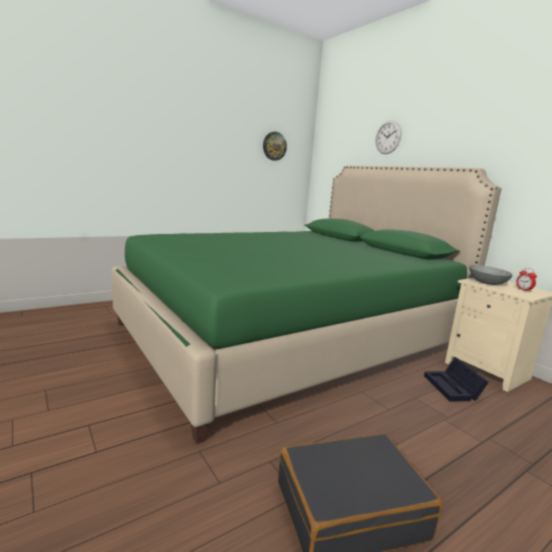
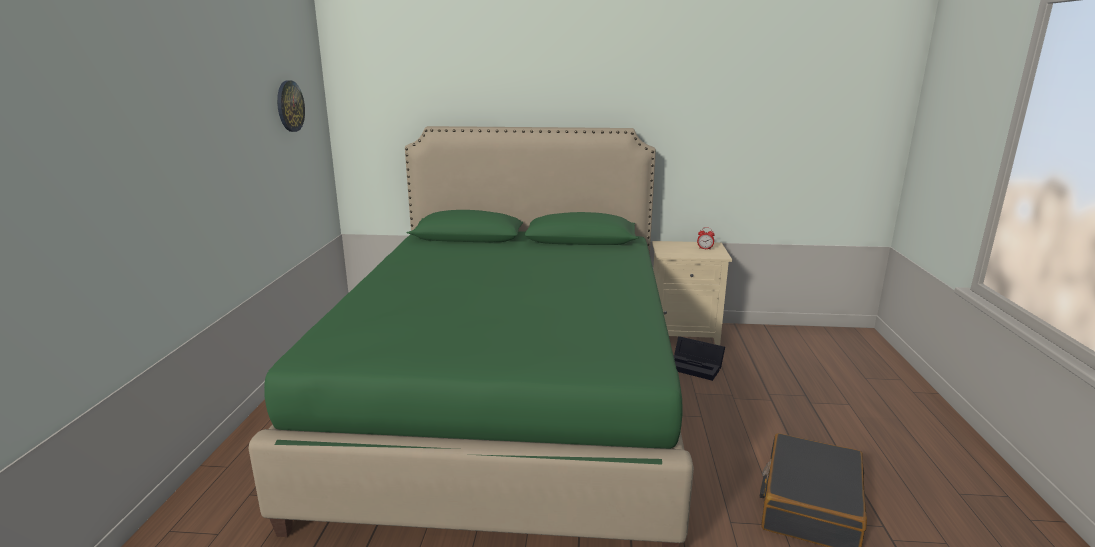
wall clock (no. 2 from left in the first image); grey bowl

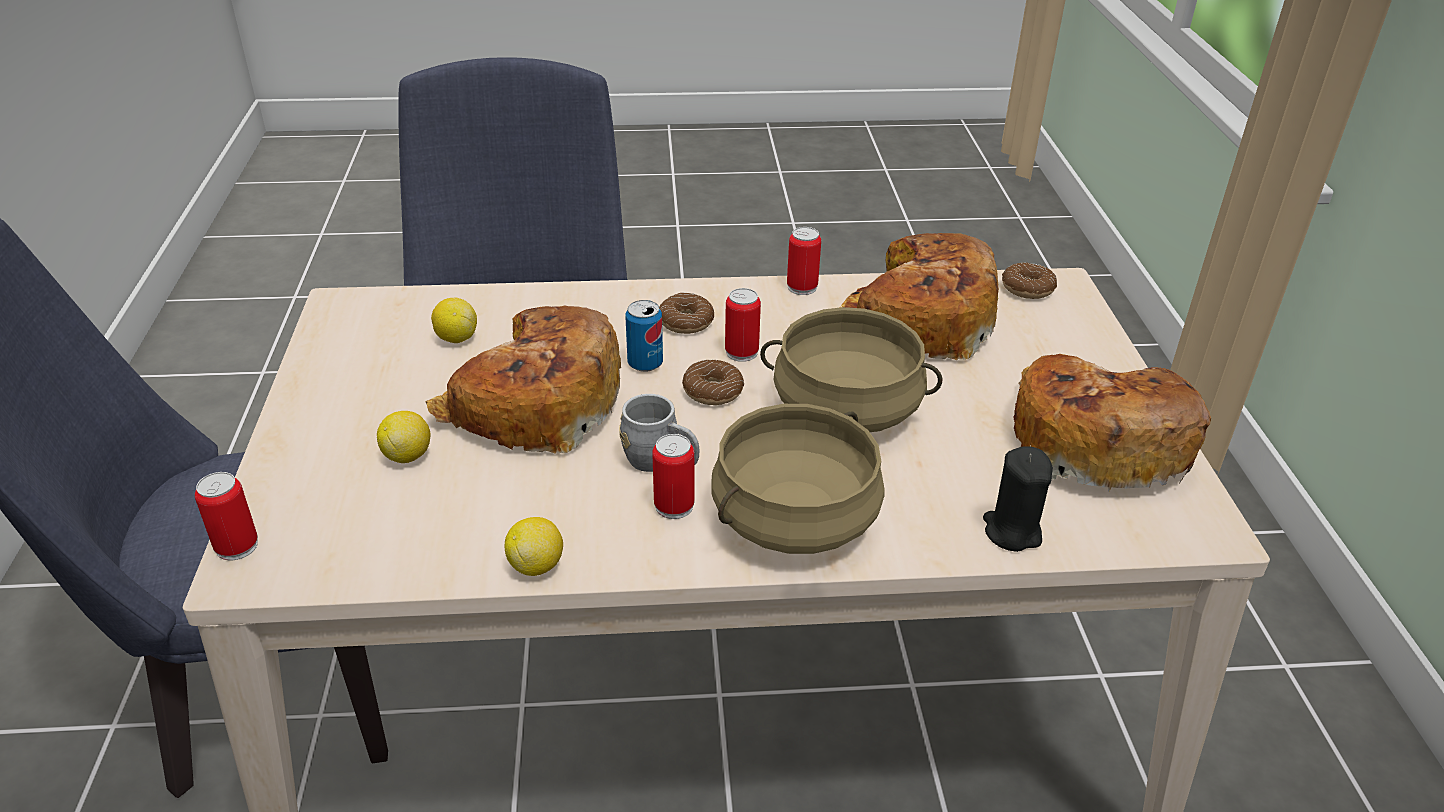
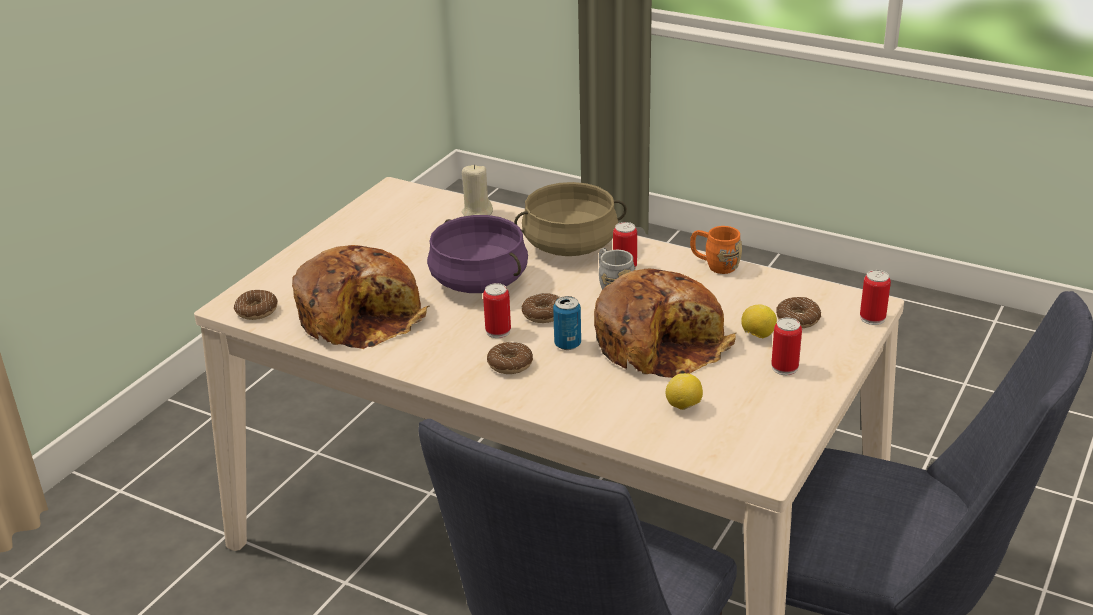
purplish stockpot; sand-coloured wax light; orange-coloured mug; can (no. 4 from left); doughnut (no. 4 from left); bakery bread (no. 3 from left in the first image)

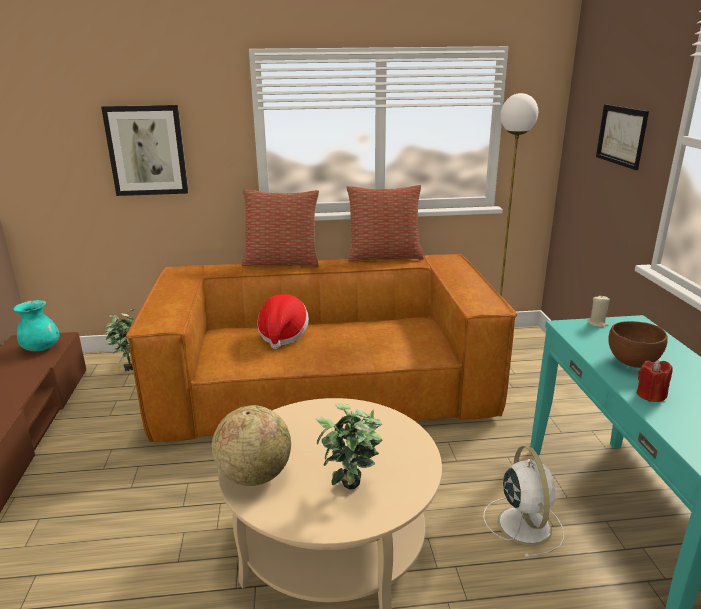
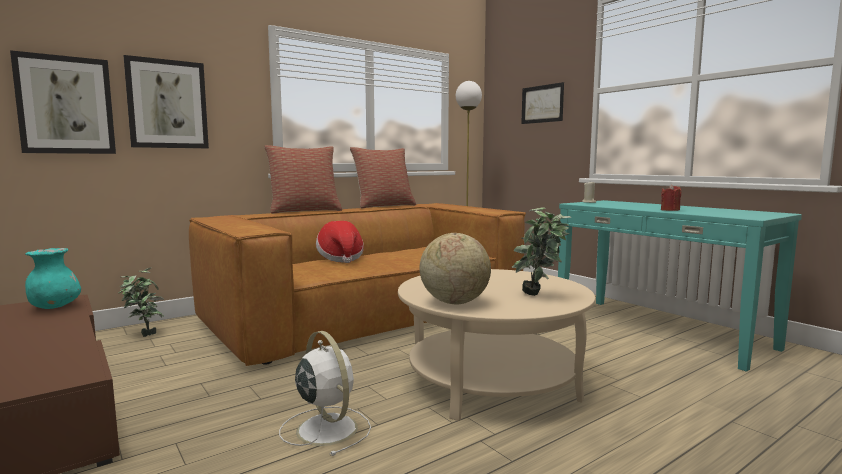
picture (no. 1 from left); whitish fan; brown-coloured bowl

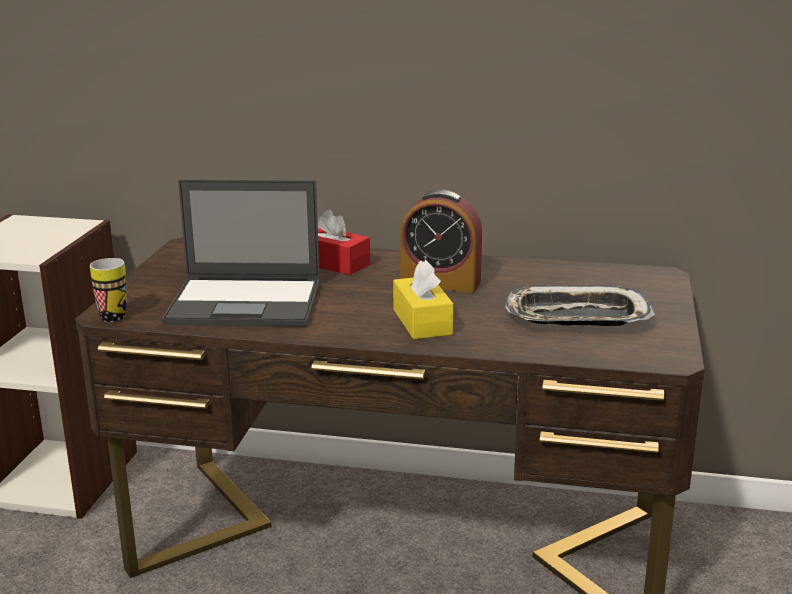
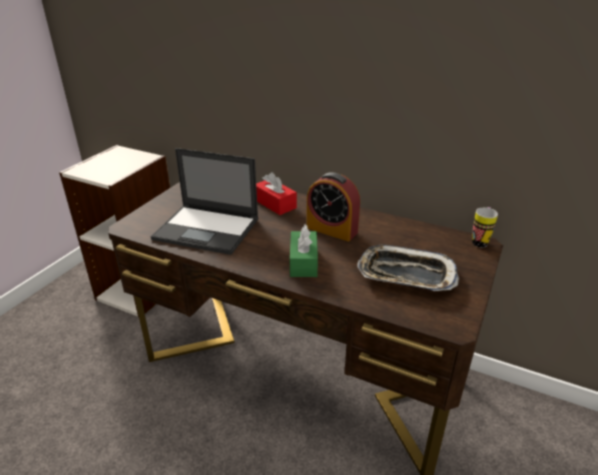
green-coloured box of tissues; mug

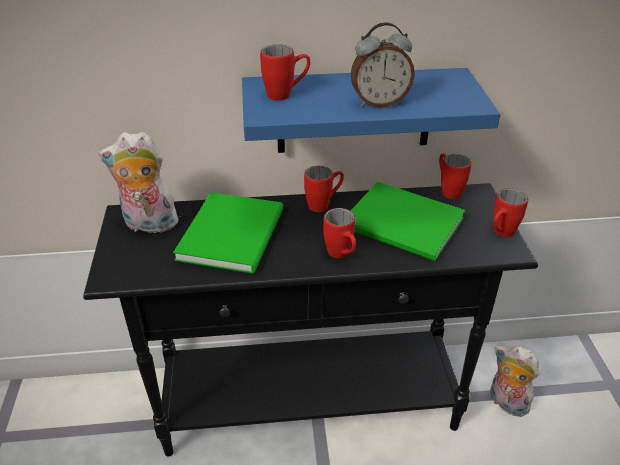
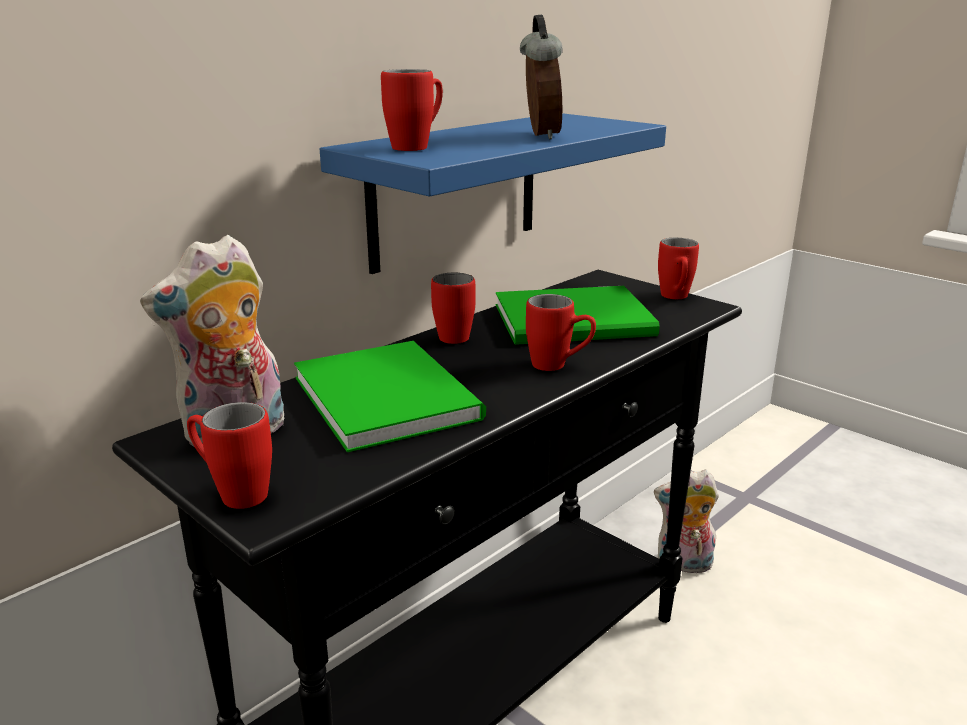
reddish mug (no. 1 from left); alarm clock

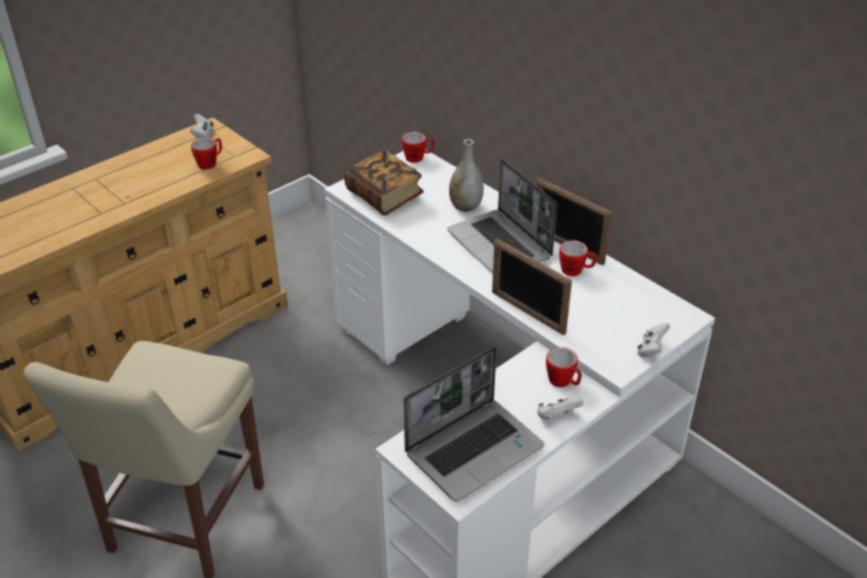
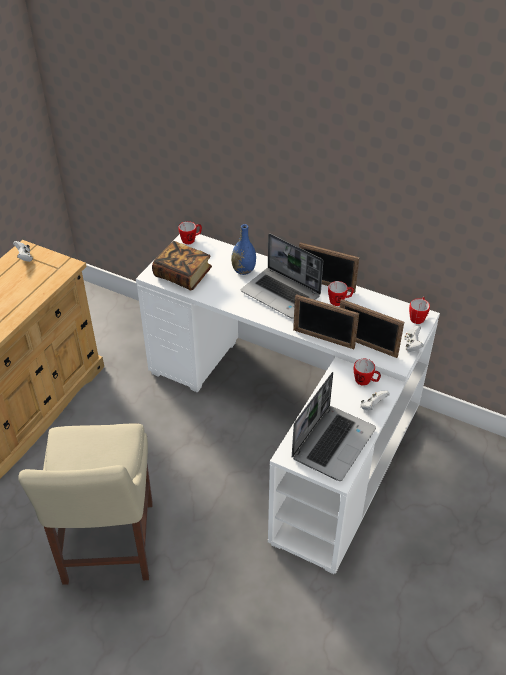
bluish decorative vase; standing frame (no. 3 from left); mug (no. 4 from left)

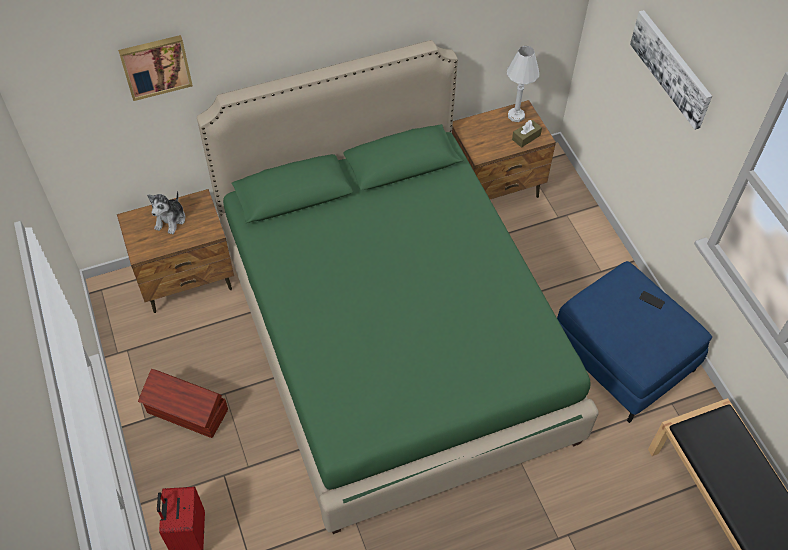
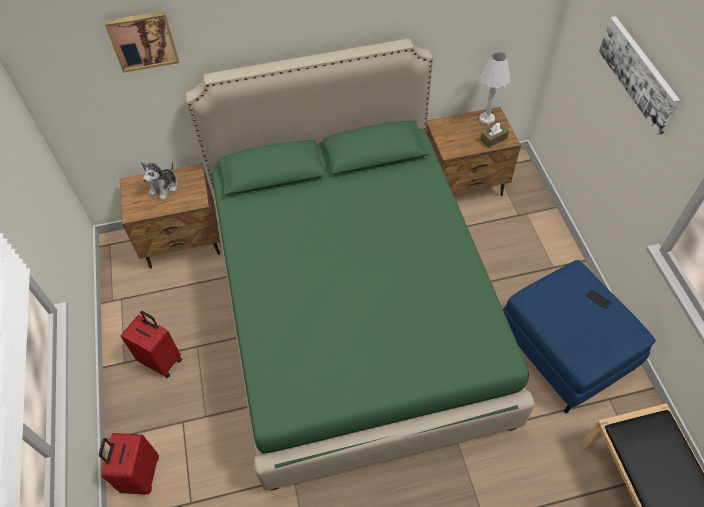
reddish travel case (no. 2 from left)

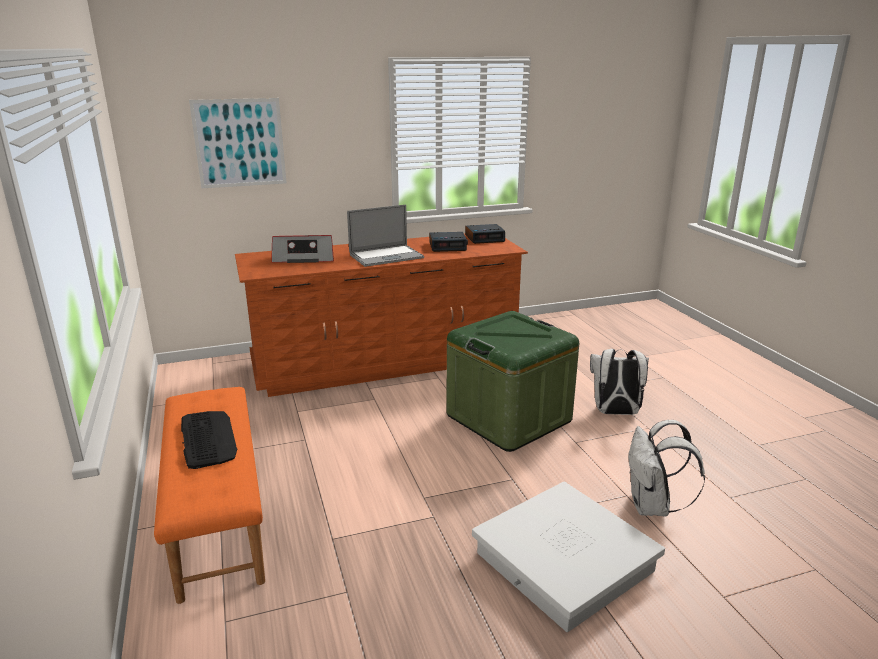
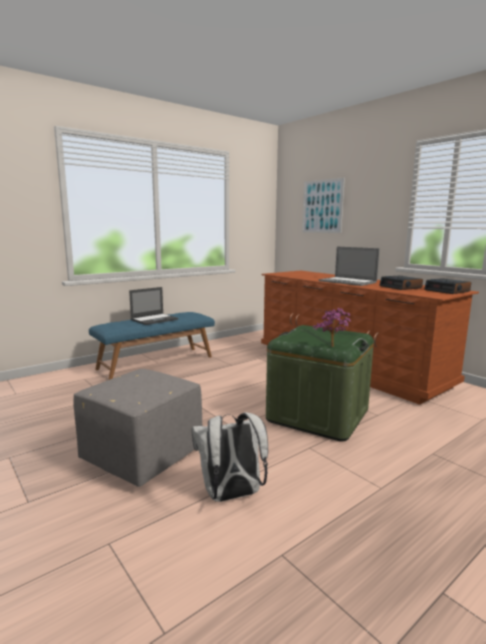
grey pouffe; bluish long seat; portable computer (no. 1 from left); plant in a pot; radio set; whitish rucksack (no. 1 from left in the first image)

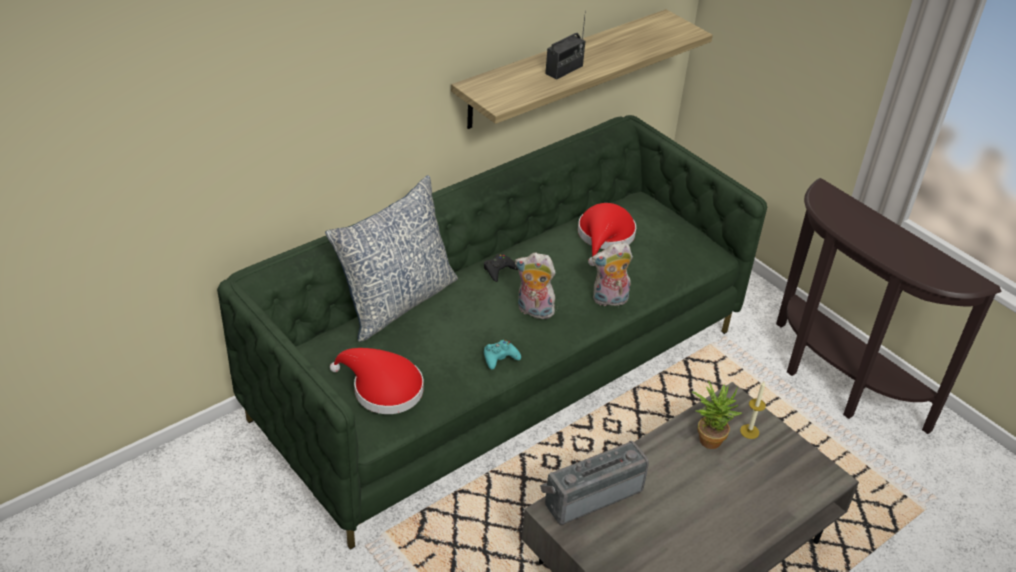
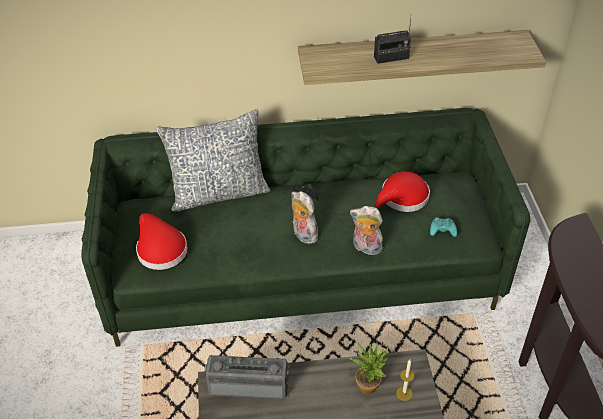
turquoise joypad

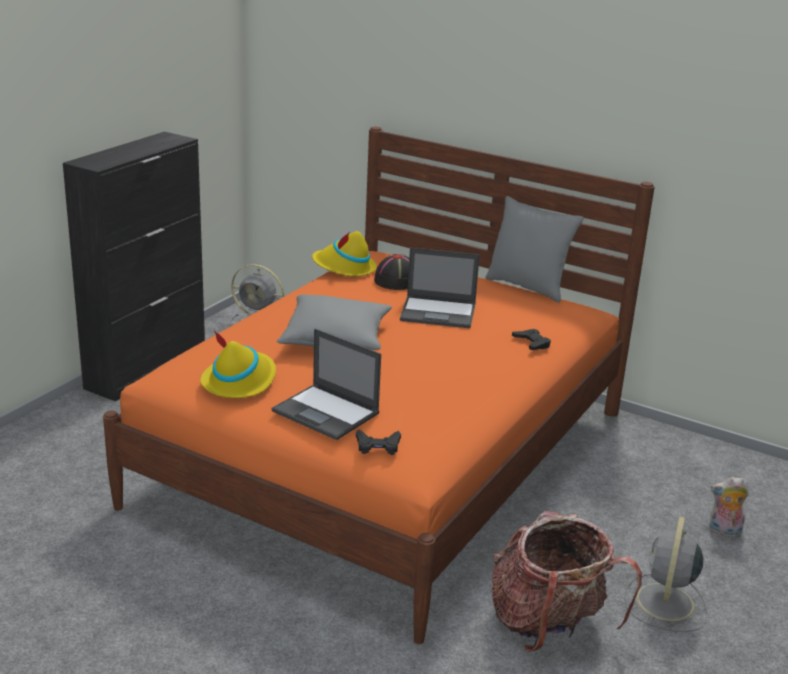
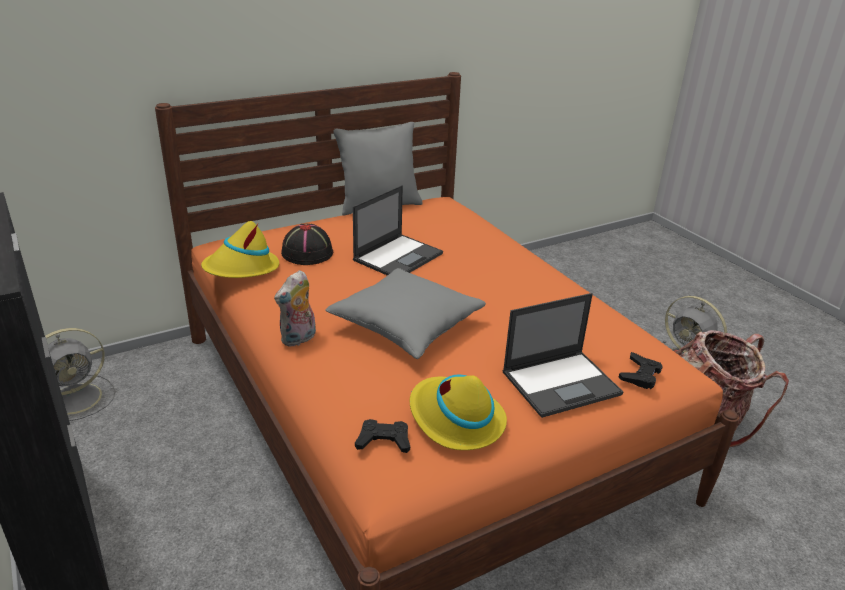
soft toy; blackish joypad (no. 1 from left)

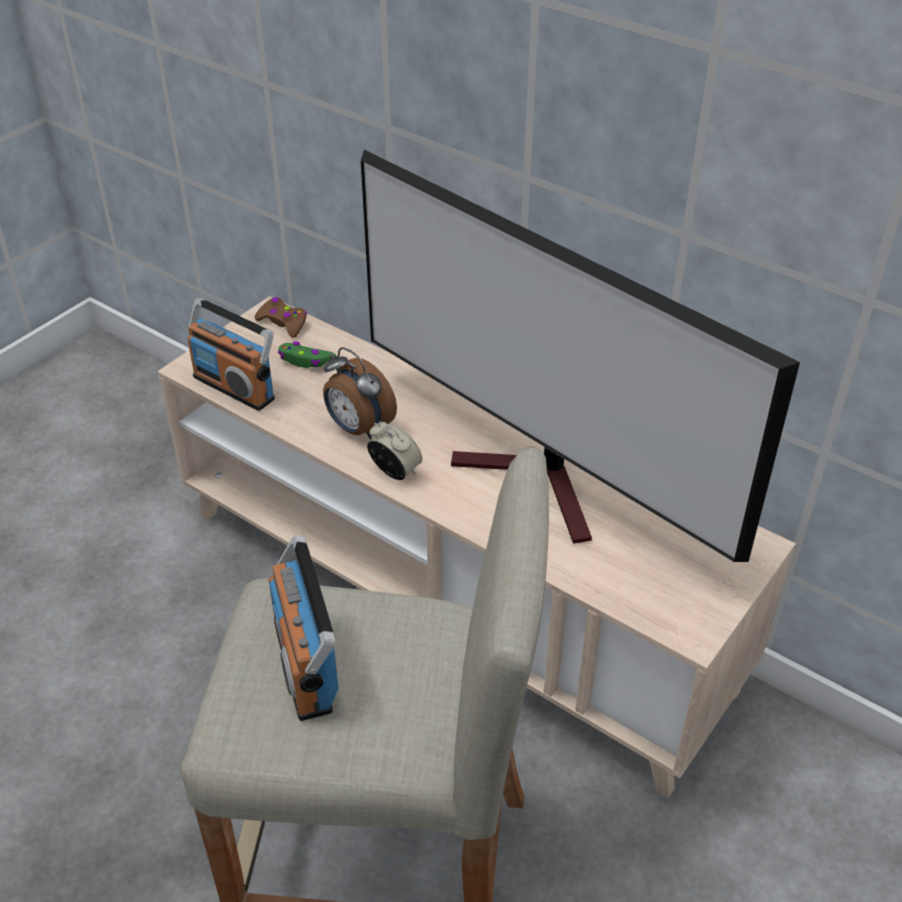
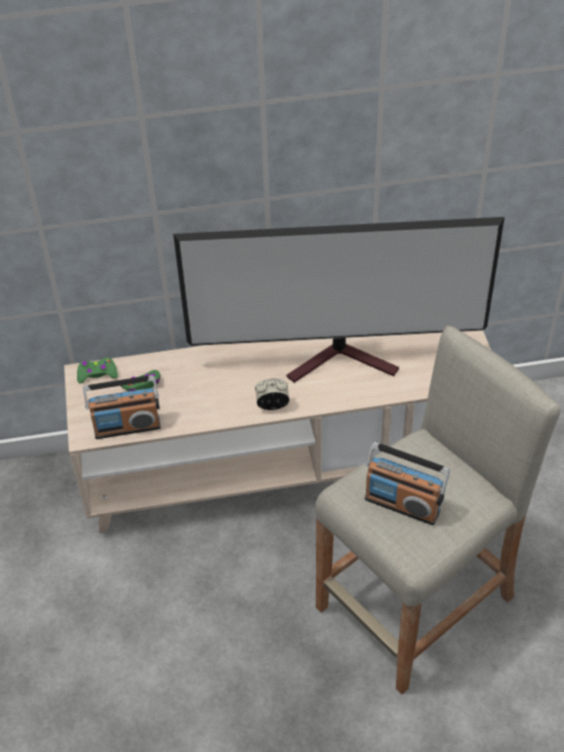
green-coloured joypad (no. 1 from left); alarm clock (no. 1 from left in the first image)

